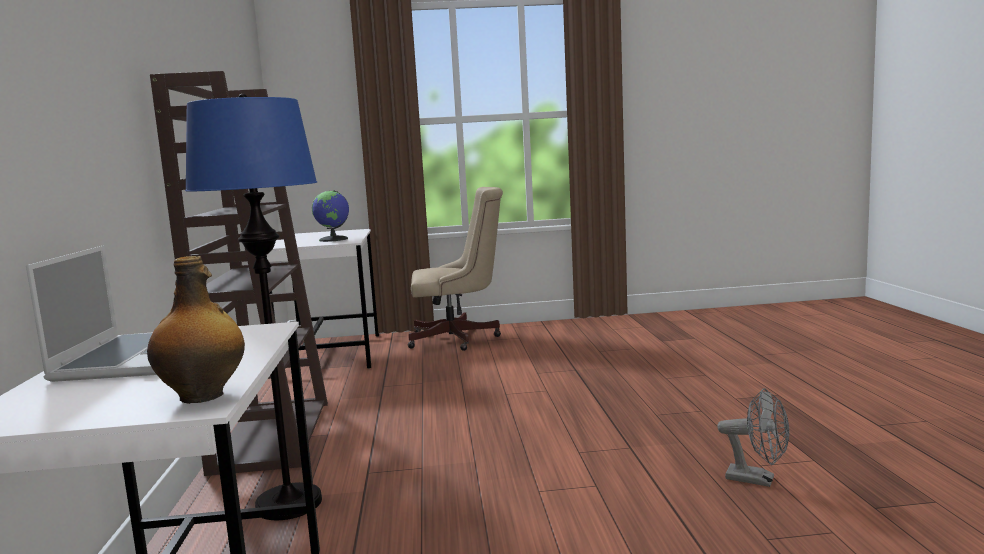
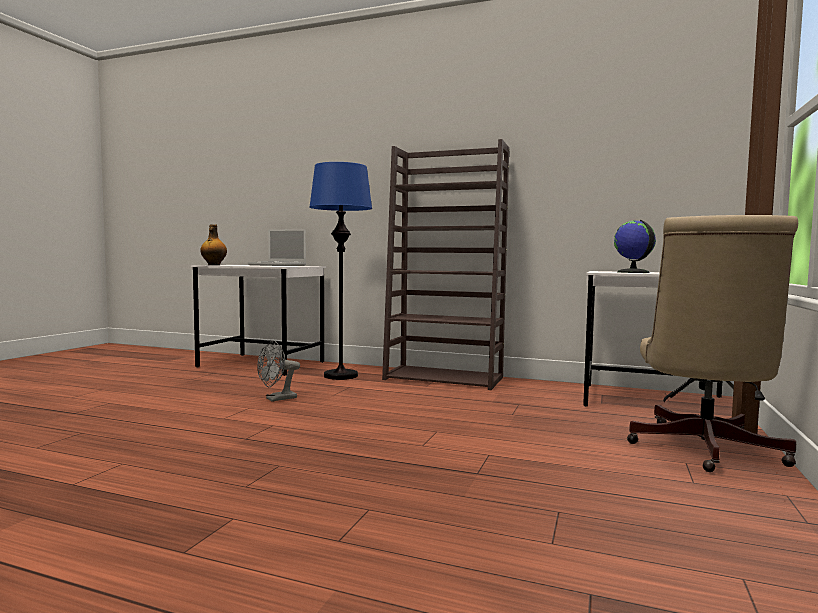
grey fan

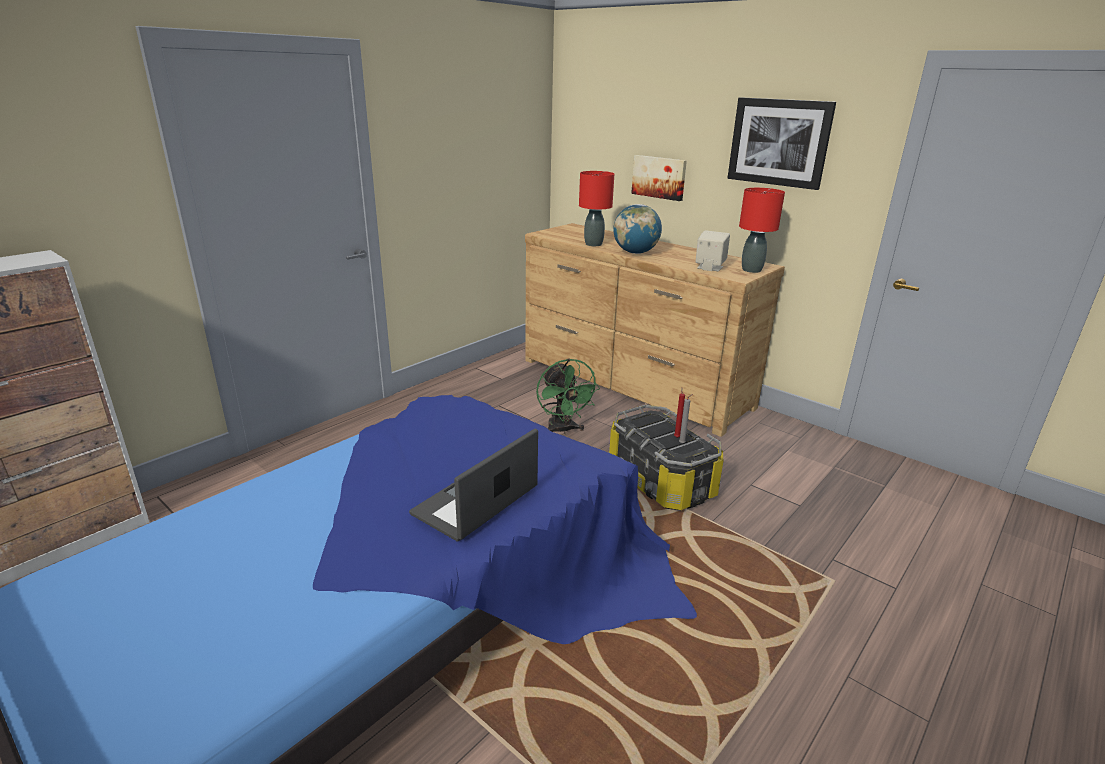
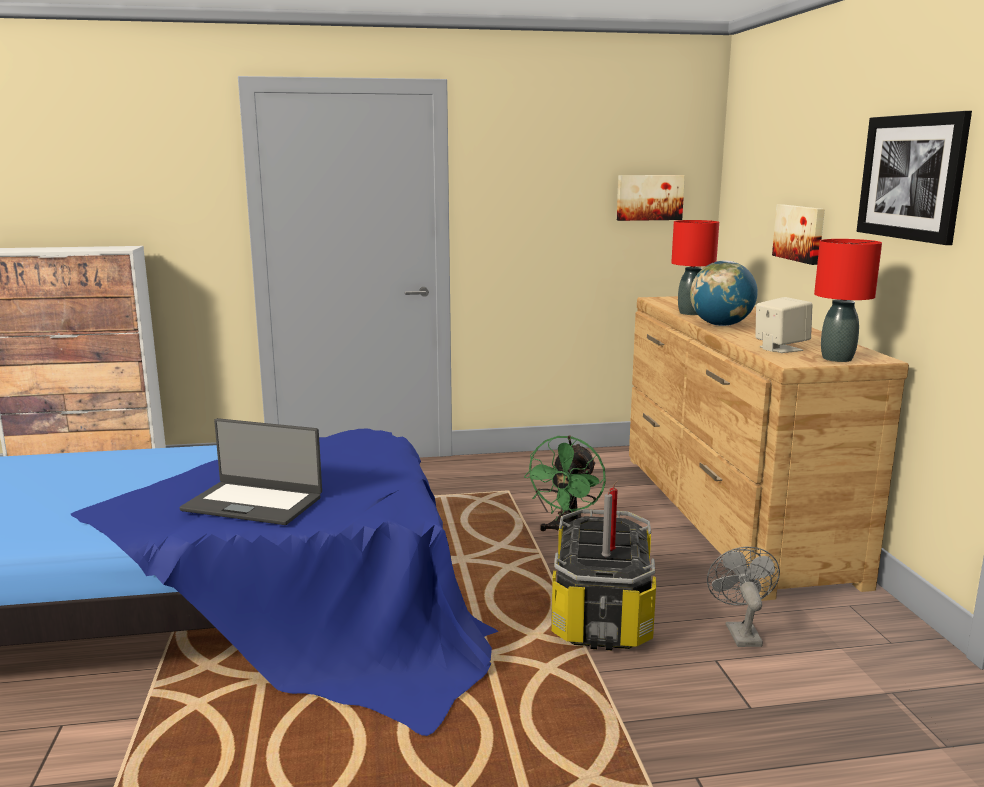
portable computer; picture (no. 1 from left); grey fan

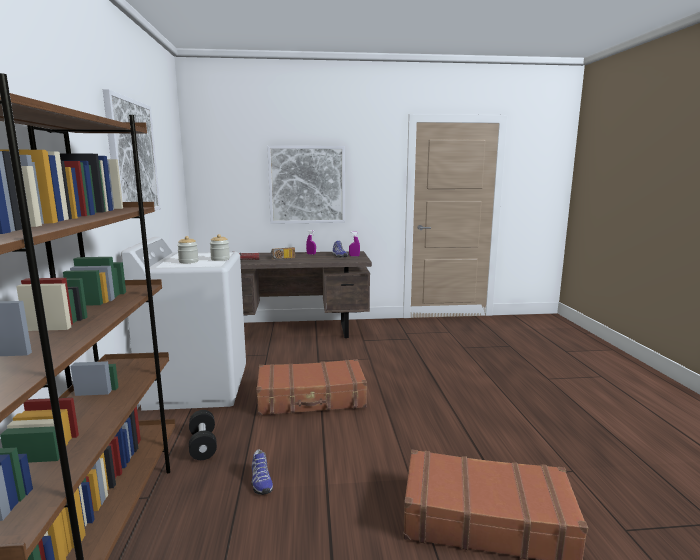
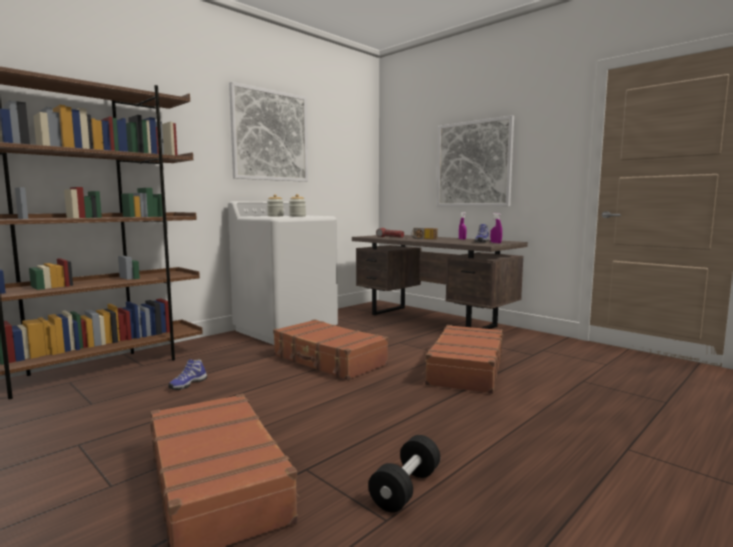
blackish dumbbell; brown-coloured travel case (no. 3 from left)

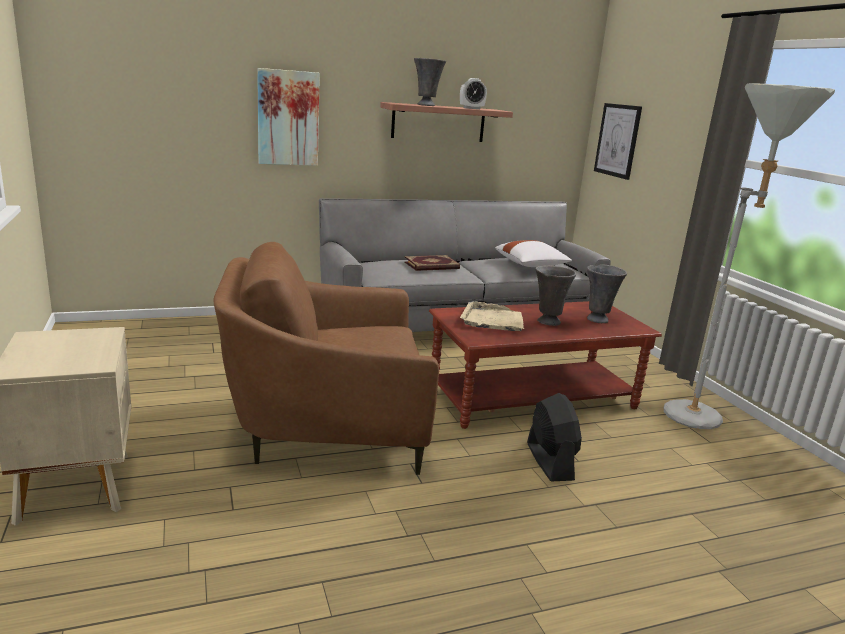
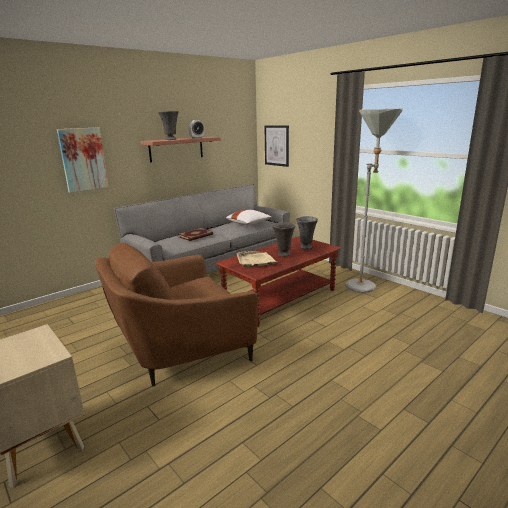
blackish fan

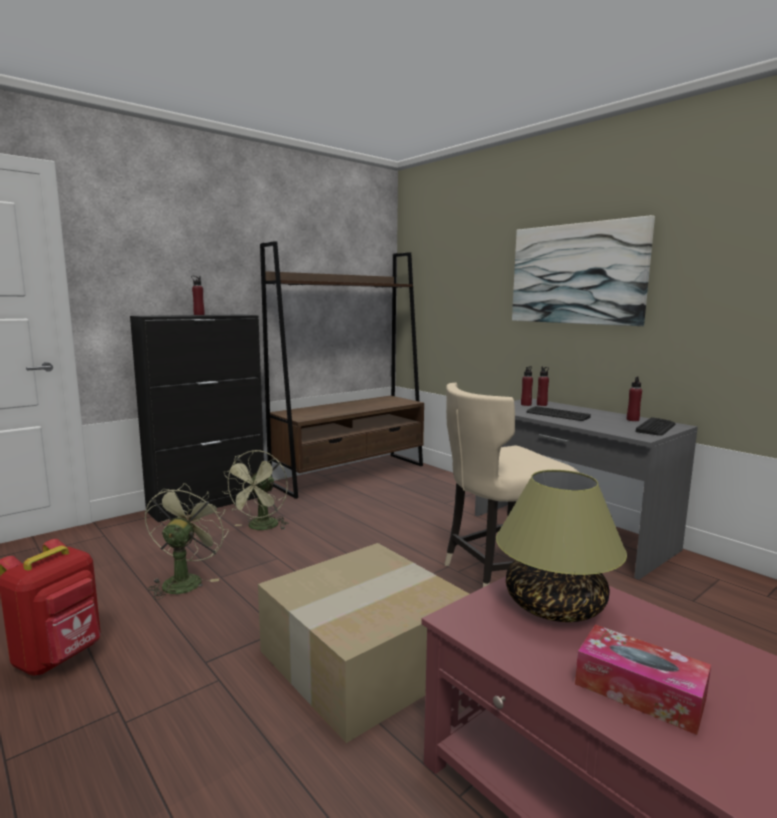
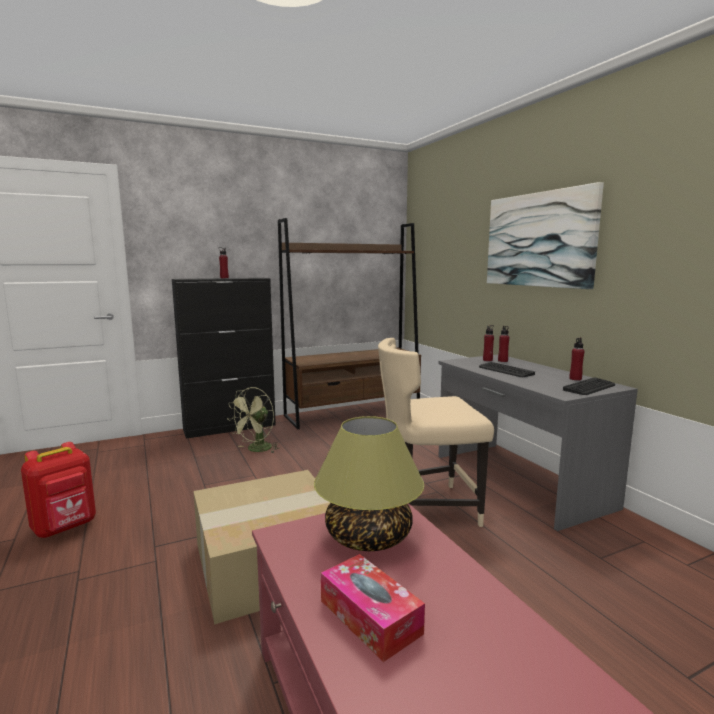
green-coloured fan (no. 1 from left in the first image)

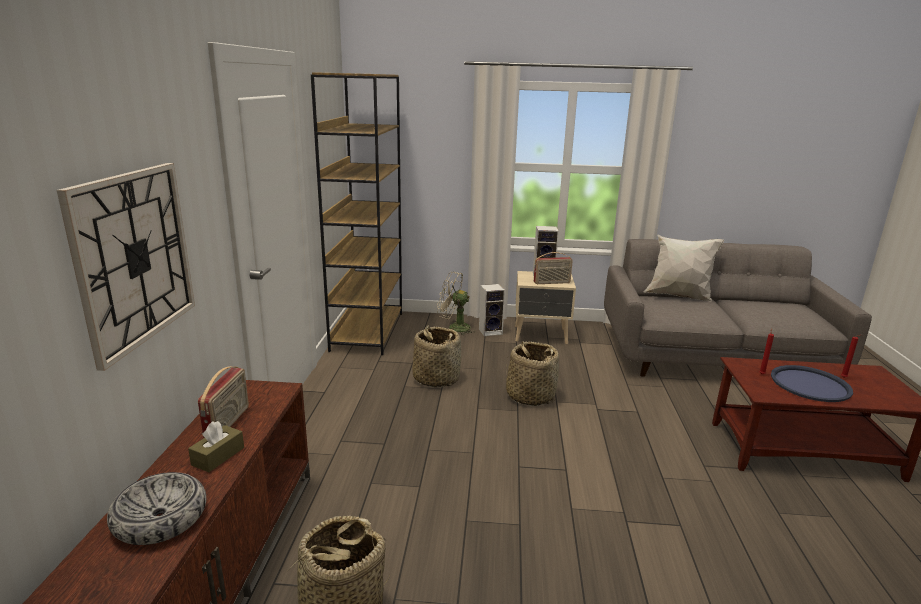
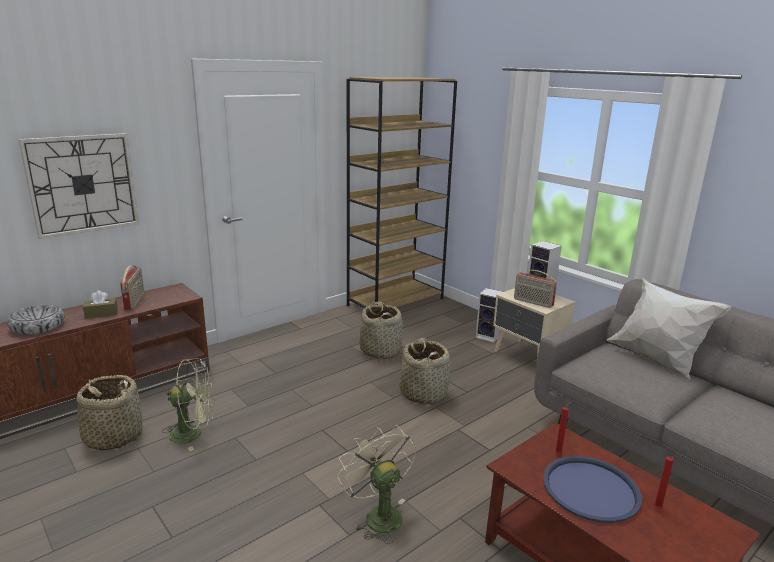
radio set (no. 1 from left); green-coloured fan; sand-coloured fan

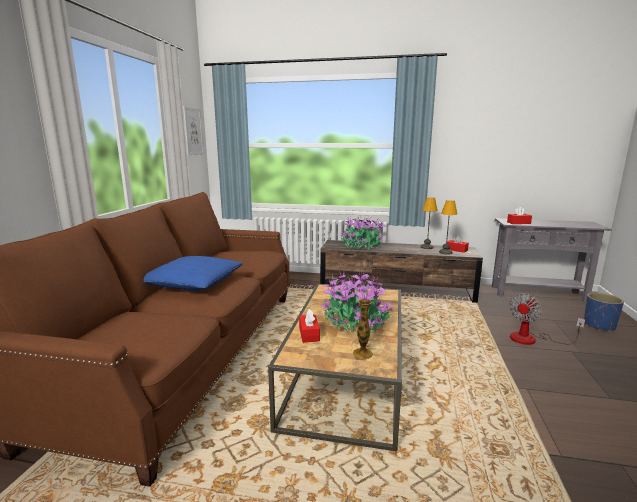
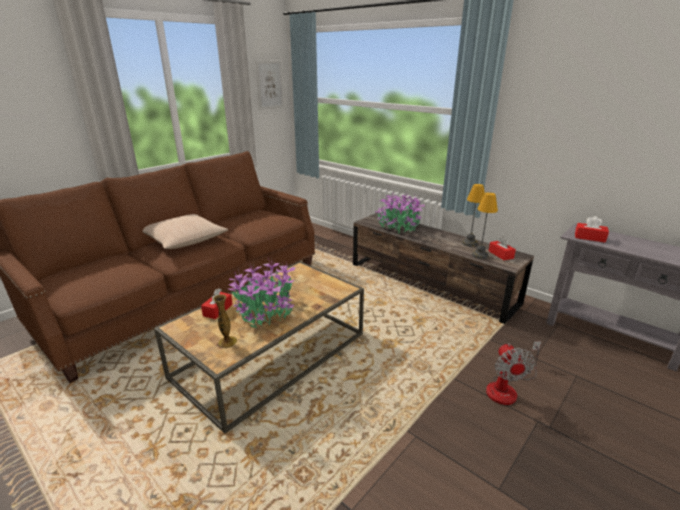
sand-coloured throw pillow; fan; bluish plant pot

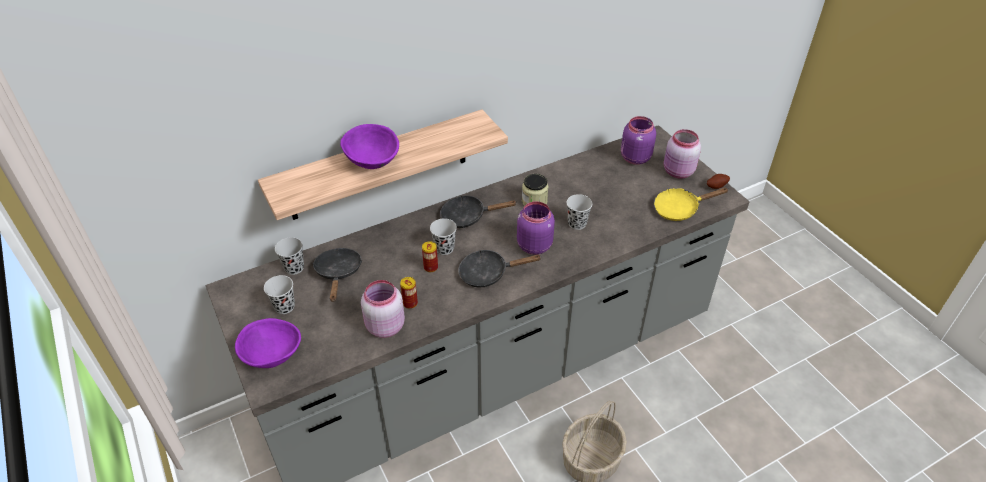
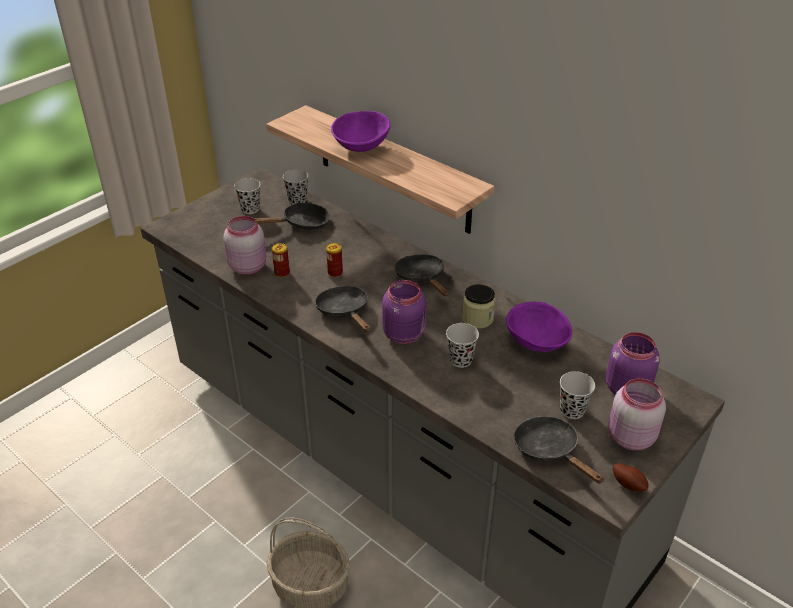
purplish bowl (no. 2 from left); blackish pan (no. 4 from left); blackish cup (no. 4 from left)

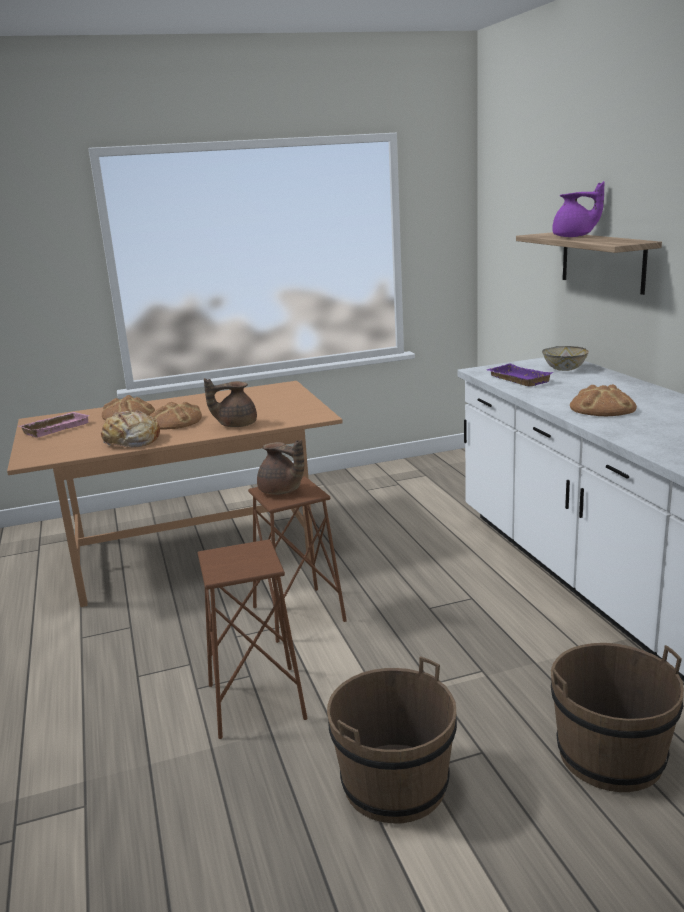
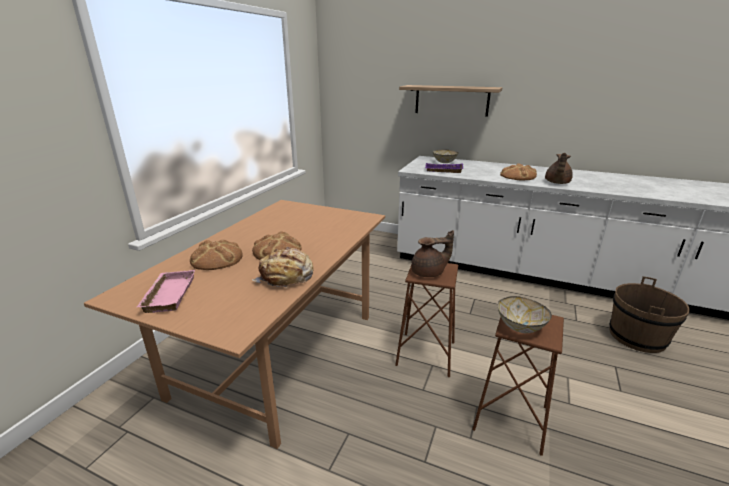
bowl (no. 2 from left); brown-coloured pot for tea (no. 2 from left); brown-coloured bucket (no. 1 from left in the first image); purplish pot for tea

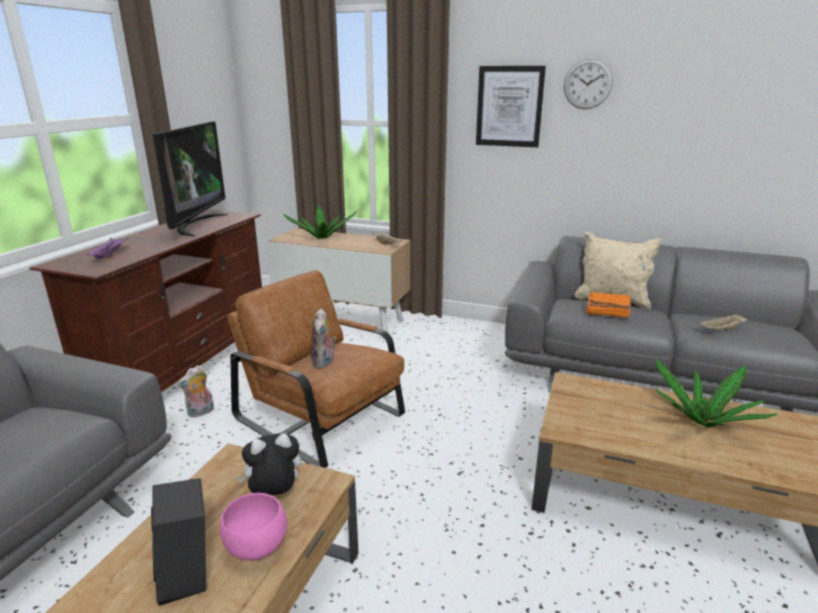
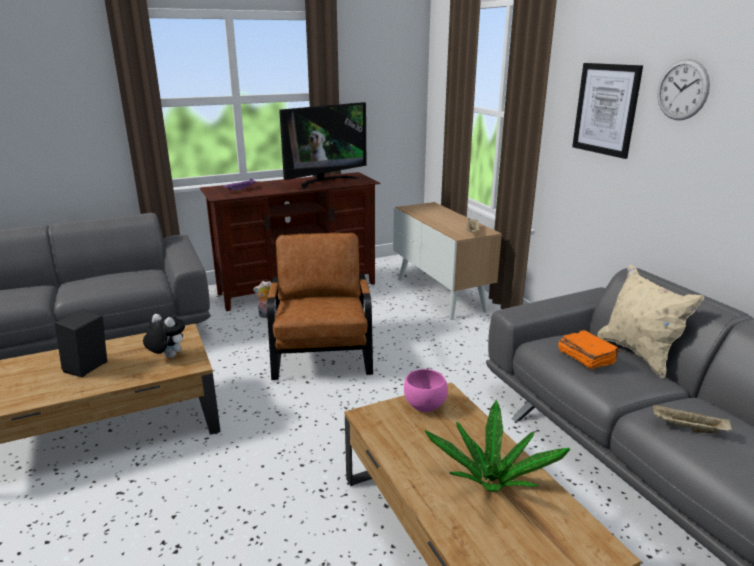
pinkish bowl; plant in a pot (no. 1 from left in the first image); soft toy (no. 3 from left in the first image)

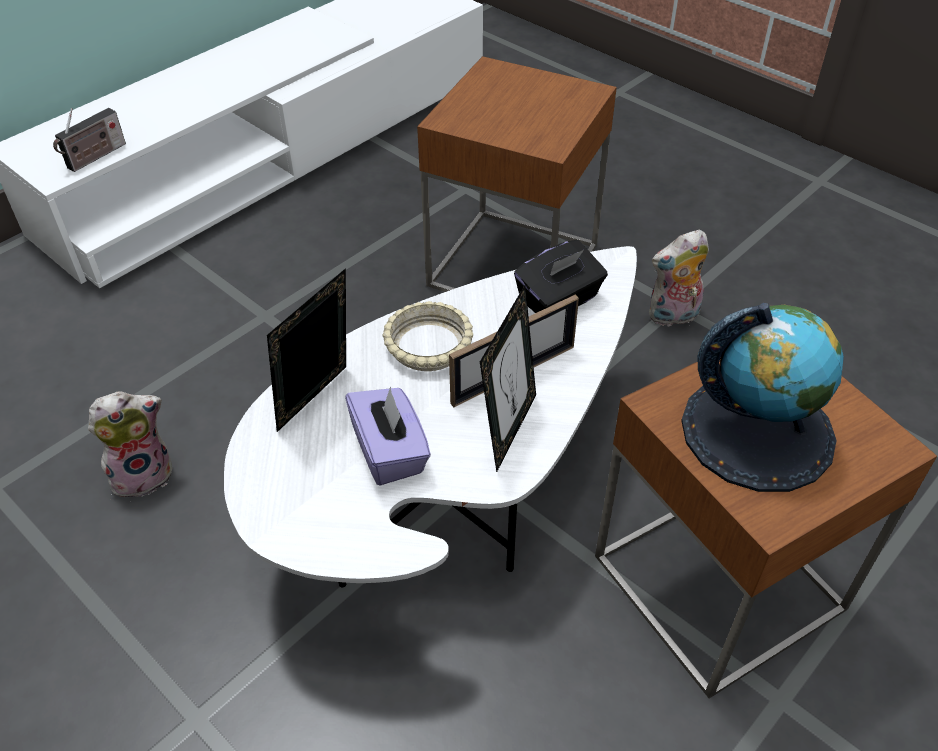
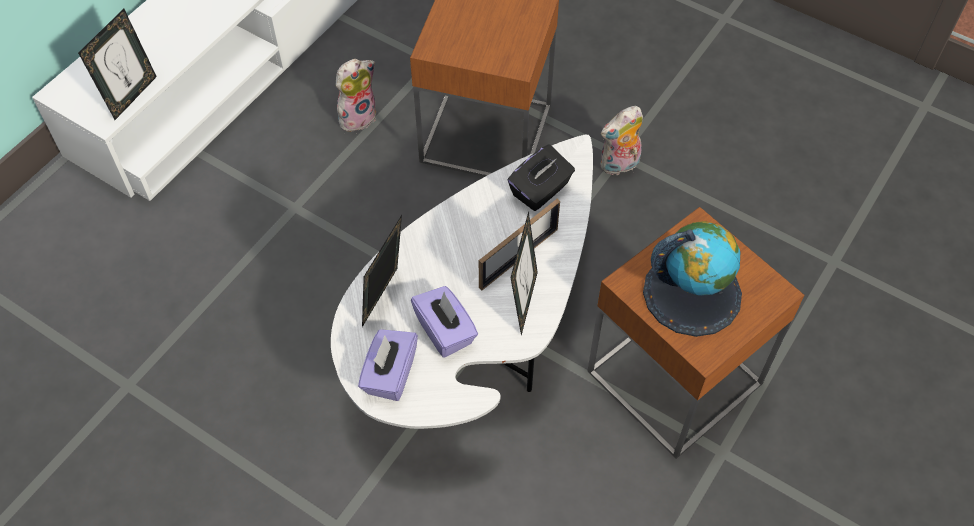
standing frame (no. 1 from left); soft toy (no. 1 from left); purplish box of tissues (no. 1 from left); sand-coloured bowl

